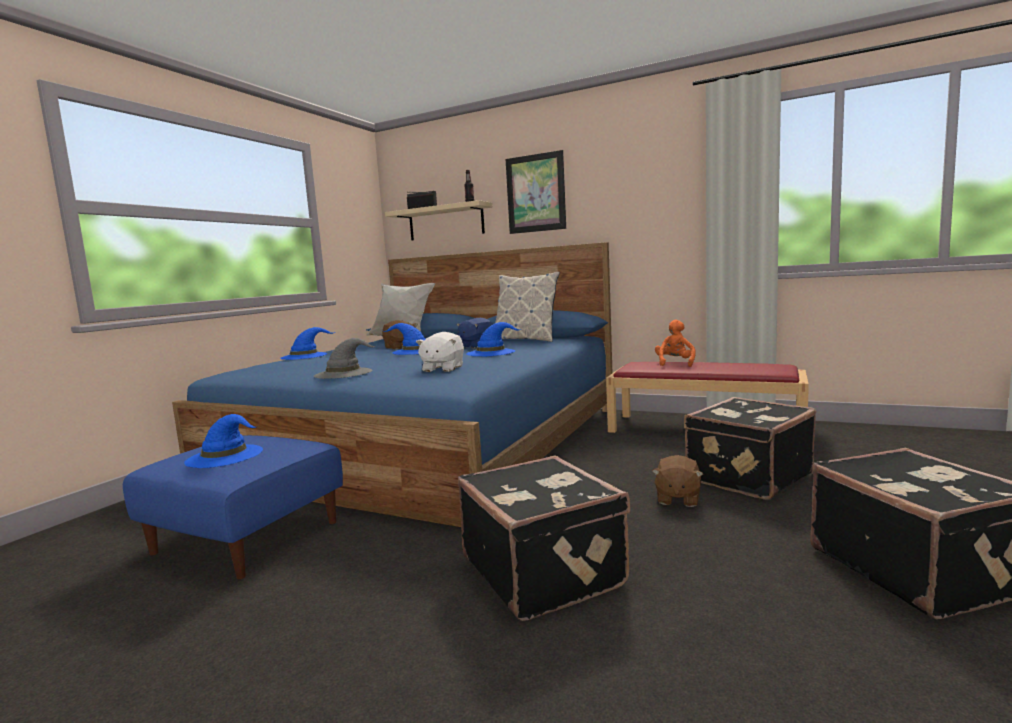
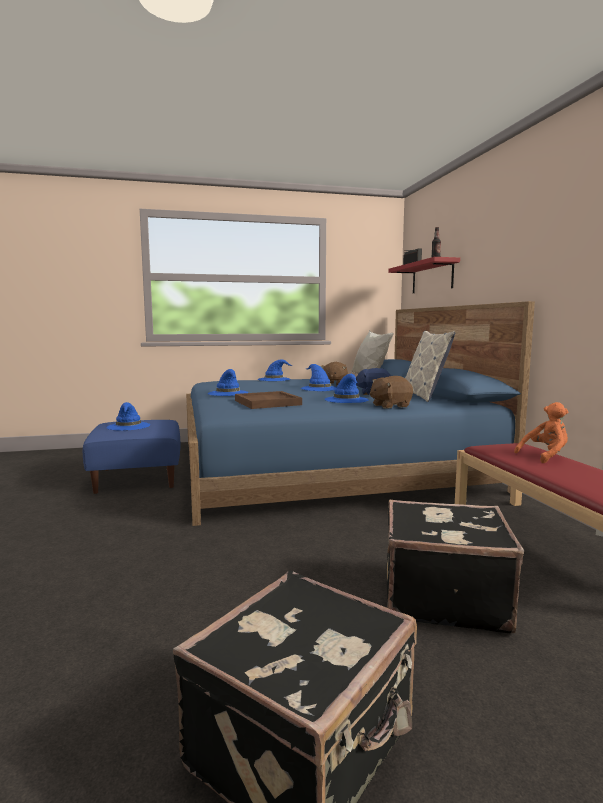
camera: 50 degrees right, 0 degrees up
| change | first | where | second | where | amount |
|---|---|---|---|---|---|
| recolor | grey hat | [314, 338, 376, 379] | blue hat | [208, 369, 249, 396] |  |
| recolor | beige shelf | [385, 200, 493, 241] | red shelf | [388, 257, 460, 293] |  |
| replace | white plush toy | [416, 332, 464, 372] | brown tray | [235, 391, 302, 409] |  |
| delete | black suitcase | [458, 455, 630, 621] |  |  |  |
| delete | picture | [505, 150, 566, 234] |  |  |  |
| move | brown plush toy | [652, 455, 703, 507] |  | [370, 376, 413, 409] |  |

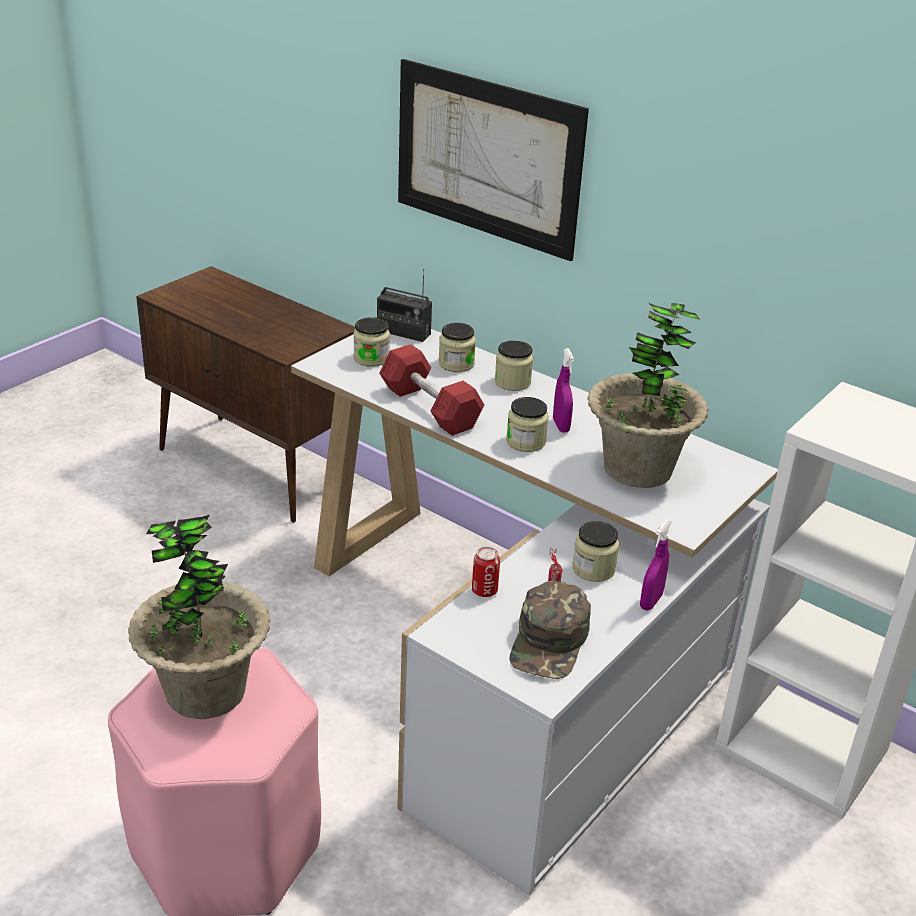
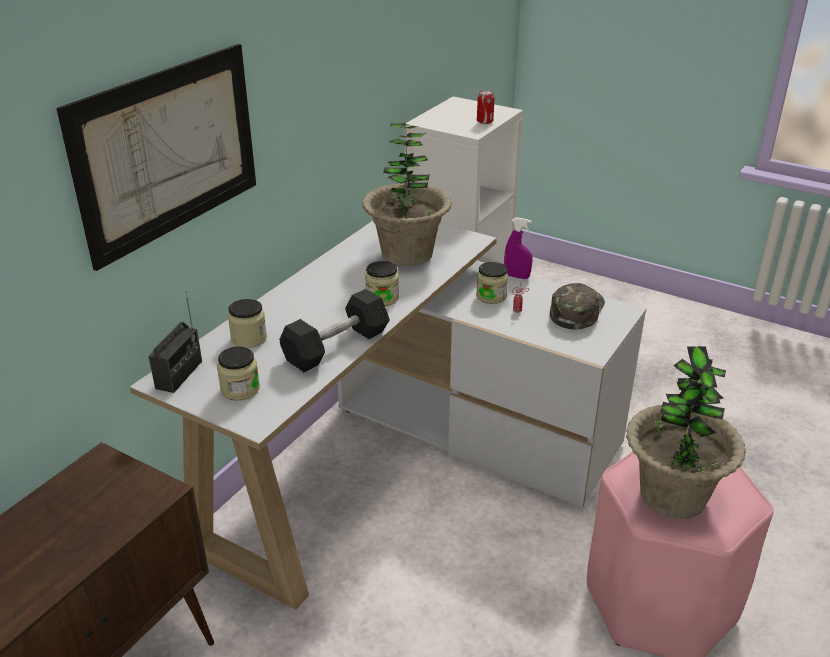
camera: 95 degrees left, 0 degrees up
| change | first | where | second | where | amount |
|---|---|---|---|---|---|
| recolor | red dumbbell | [379, 344, 484, 436] | black dumbbell | [280, 289, 390, 372] |  |
| move | can | [472, 547, 500, 597] |  | [477, 90, 494, 124] |  |
| delete | jar | [494, 340, 533, 391] |  |  |  |
| rotate | green cap | [509, 581, 591, 679] |  | [550, 283, 605, 329] | 75 degrees counterclockwise |
| delete | purple spray bottle | [553, 348, 574, 433] |  |  |  |

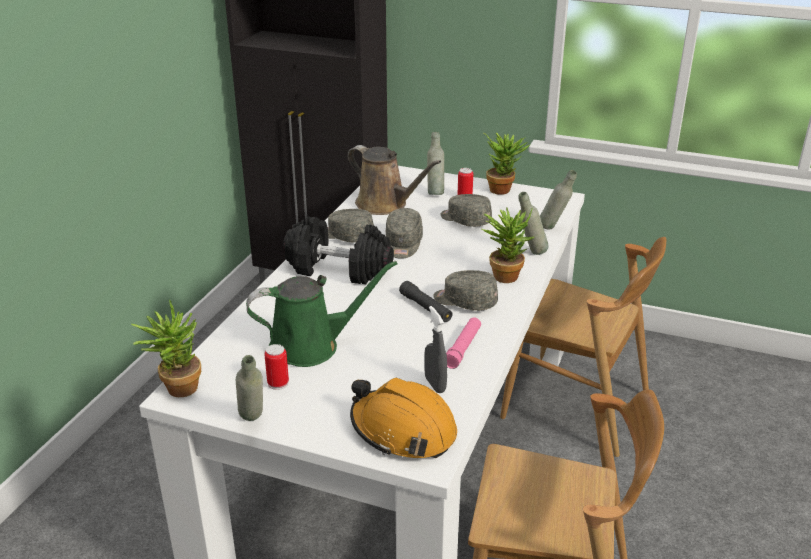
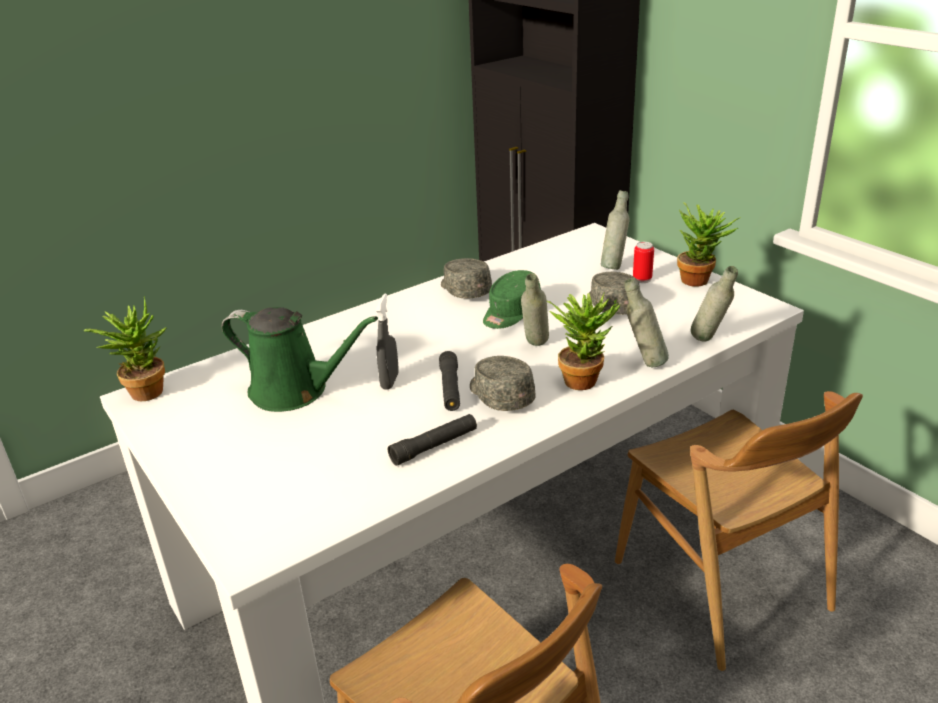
camera: 35 degrees right, 0 degrees up
| change | first | where | second | where | amount |
|---|---|---|---|---|---|
| move | grey bottle | [236, 355, 263, 421] |  | [521, 273, 549, 346] |  |
| delete | can | [264, 344, 289, 390] |  |  |  |
| delete | black dumbbell | [283, 216, 394, 284] |  |  |  |
| delete | brown watering can | [348, 145, 441, 215] |  |  |  |
| delete | orange hard hat | [350, 378, 457, 458] |  |  |  |
| recolor | grey cap | [386, 208, 423, 258] | green cap | [483, 270, 541, 329] |  |
| move | grey spray bottle | [424, 306, 447, 393] |  | [376, 293, 399, 390] |  |
| recolor | pink flashlight | [446, 317, 481, 369] | black flashlight | [388, 414, 477, 466] |  |

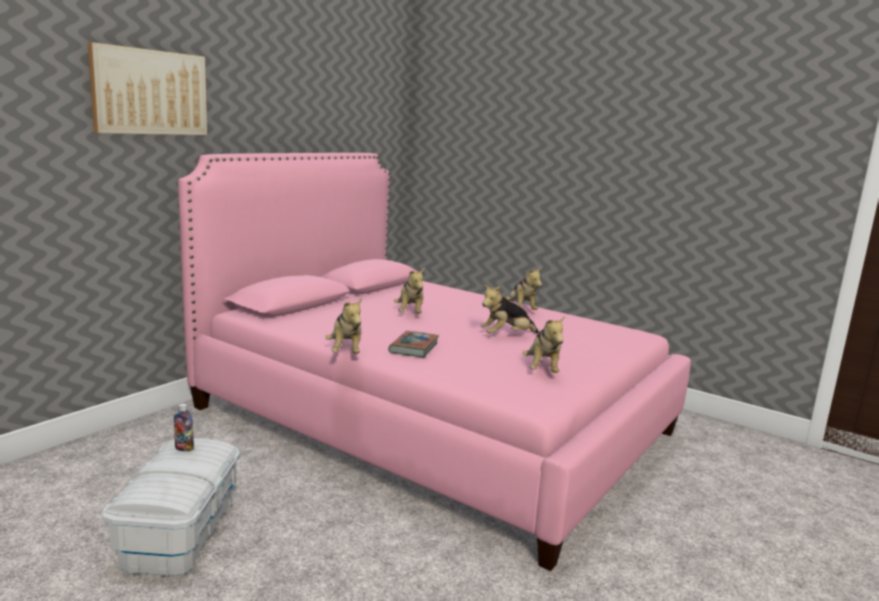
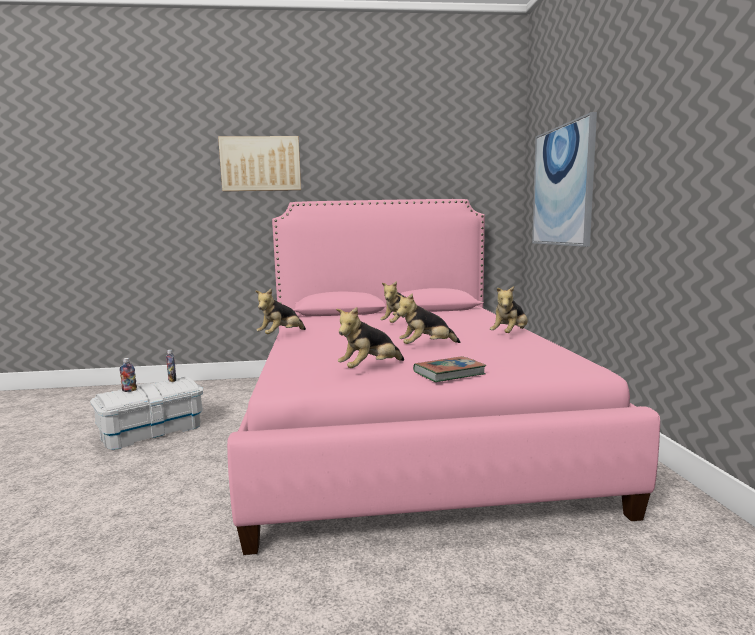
camera: 50 degrees right, 5 degrees down
| change | first | where | second | where | amount |
|---|---|---|---|---|---|
| move | book | [388, 331, 439, 357] |  | [413, 356, 486, 382] |  |
| rotate | plush toy | [480, 285, 539, 334] |  | [396, 293, 460, 344] | 45 degrees counterclockwise |
| insert |  |  | bottle | [120, 358, 137, 392] |  |
| insert |  |  | picture | [532, 112, 597, 247] |  |

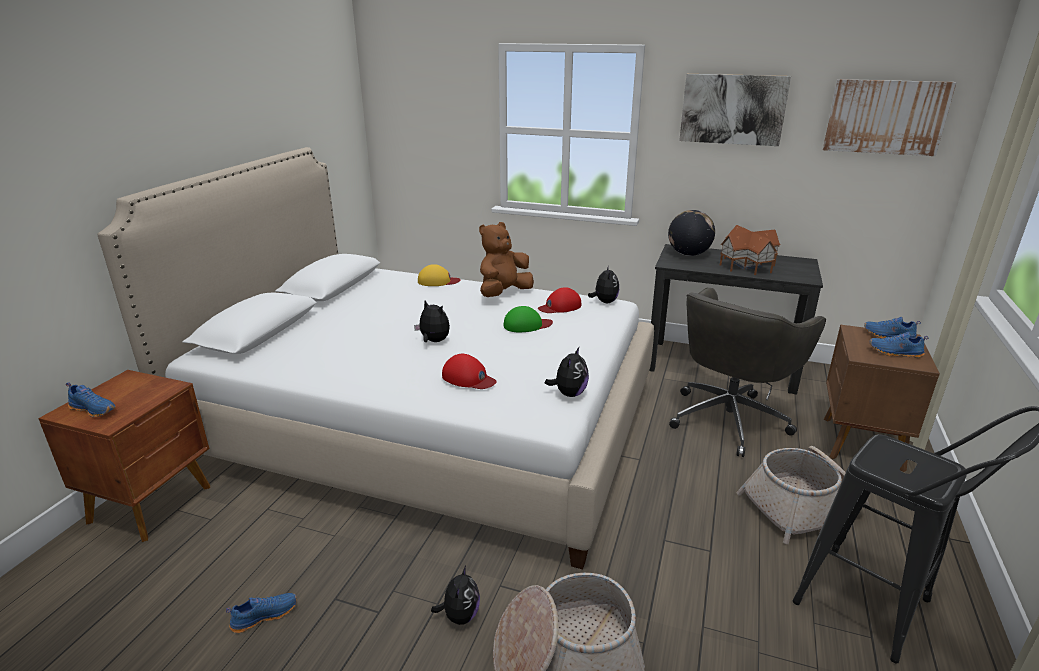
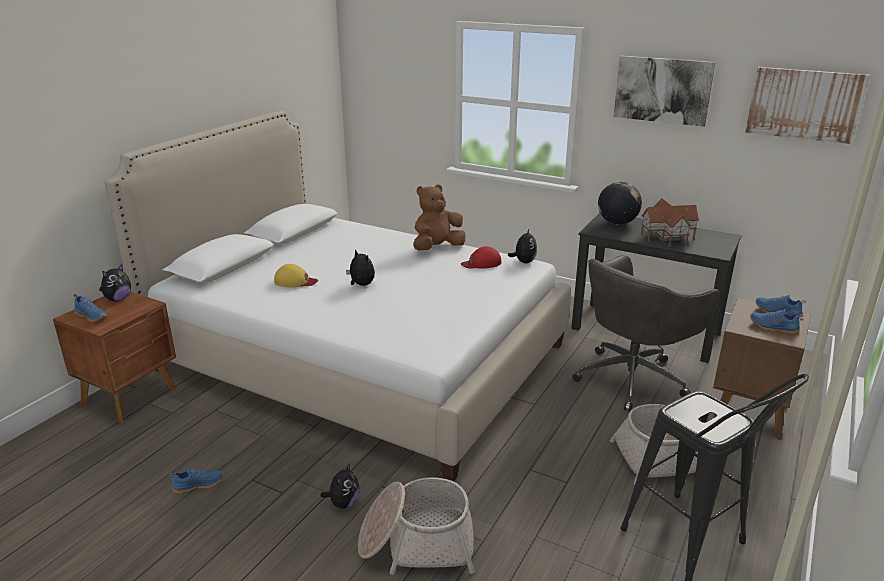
camera: 10 degrees right, 0 degrees up
| change | first | where | second | where | amount |
|---|---|---|---|---|---|
| move | yellow cap | [418, 264, 461, 286] |  | [274, 264, 318, 287] |  |
| delete | red cap | [442, 354, 497, 389] |  |  |  |
| delete | green cap | [503, 306, 553, 332] |  |  |  |
| move | plush toy | [545, 346, 589, 397] |  | [99, 264, 131, 301] |  |

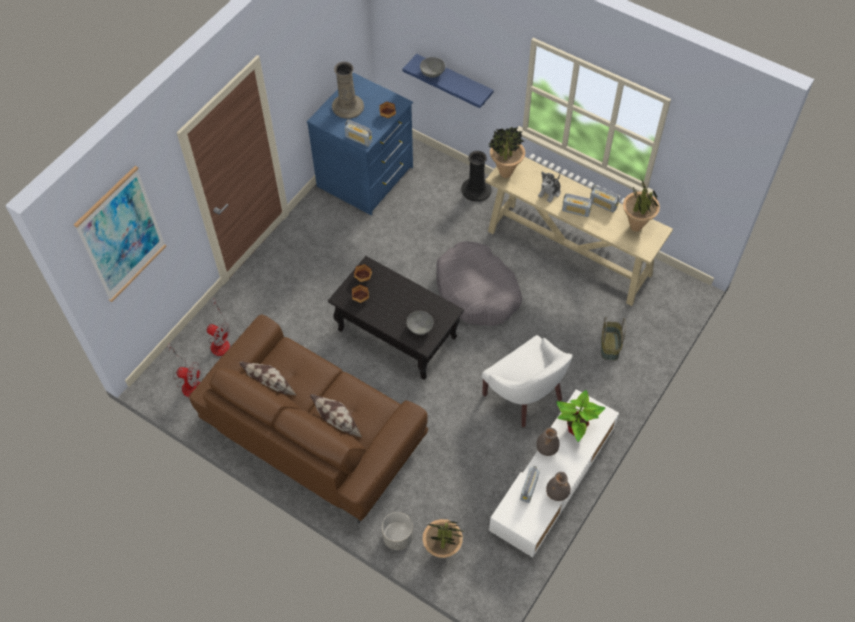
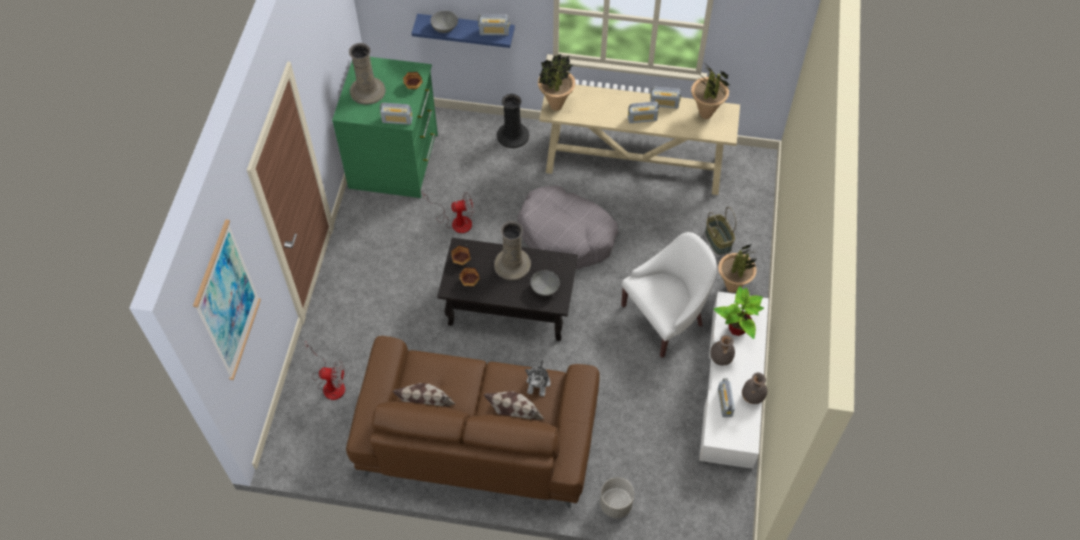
camera: 25 degrees left, 0 degrees up
| change | first | where | second | where | amount |
|---|---|---|---|---|---|
| move | fan | [167, 344, 200, 397] |  | [422, 191, 474, 233] |  |
| recolor | blue dresser | [307, 73, 413, 216] | green dresser | [332, 57, 438, 198] |  |
| move | potted plant | [422, 519, 466, 558] |  | [718, 244, 757, 293] |  |
| rotate | white armchair | [482, 335, 572, 427] |  | [621, 232, 717, 358] | 60 degrees counterclockwise |
| move | plush toy | [538, 172, 561, 203] |  | [525, 360, 551, 397] |  |
| insert |  |  | radio | [479, 14, 510, 36] |  |
| insert |  |  | beige vase | [494, 221, 531, 280] |  |

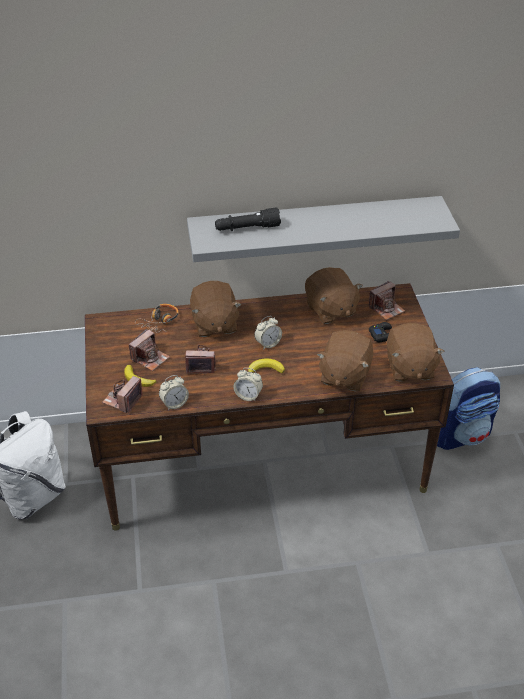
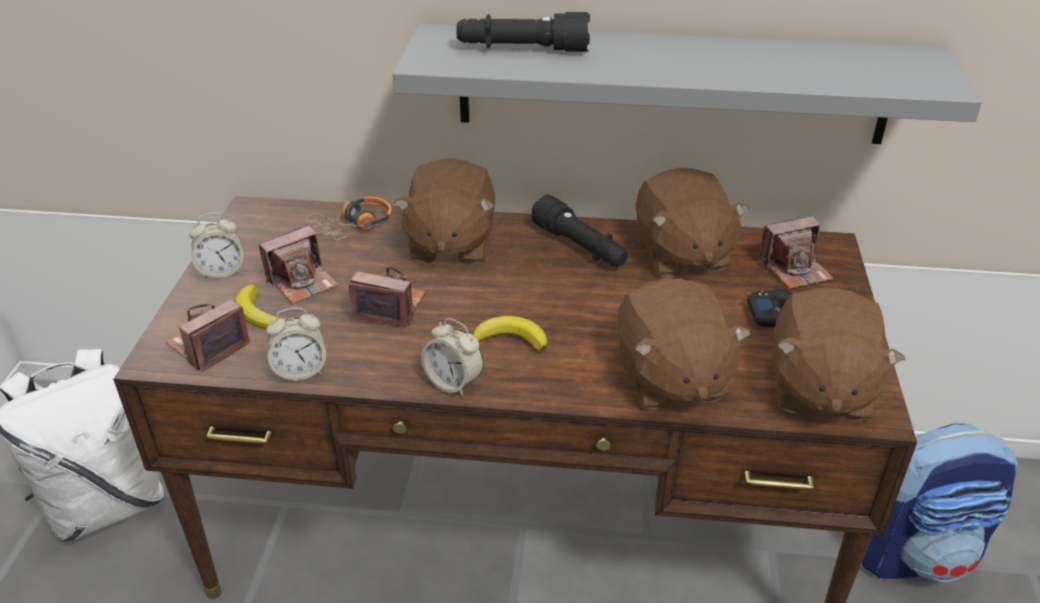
camera: 15 degrees right, 5 degrees down
| change | first | where | second | where | amount |
|---|---|---|---|---|---|
| move | alarm clock | [255, 316, 282, 350] |  | [189, 213, 244, 280] |  |
| rotate | brown plush toy | [317, 330, 374, 391] |  | [616, 278, 751, 410] | 45 degrees counterclockwise |
| insert |  |  | black flashlight | [532, 194, 628, 266] |  |

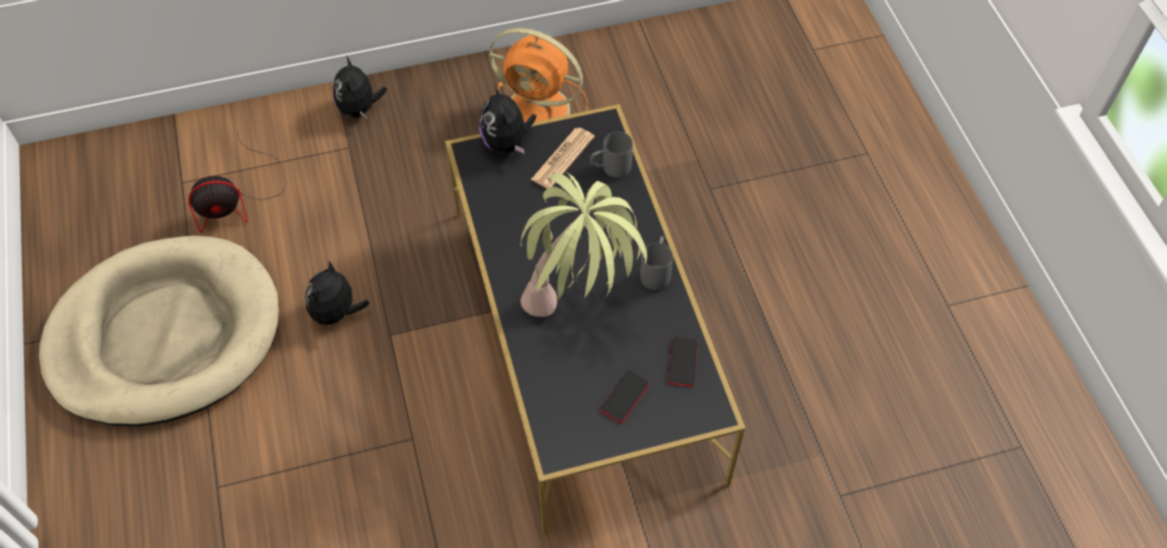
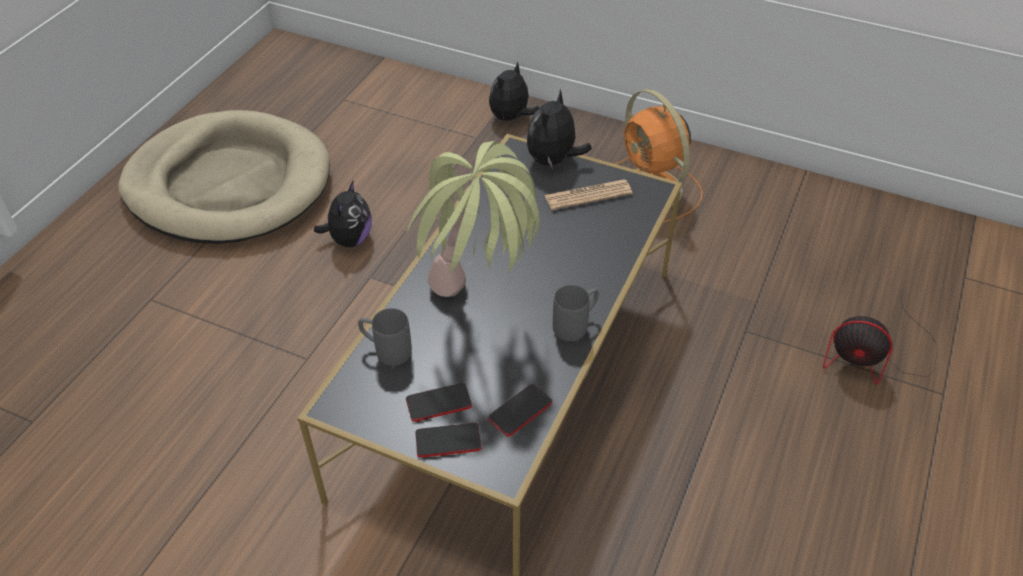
camera: 40 degrees right, 10 degrees down
| change | first | where | second | where | amount |
|---|---|---|---|---|---|
| move | fan | [188, 132, 286, 233] |  | [823, 290, 938, 385] |  |
| rotate | plush toy | [305, 261, 369, 332] |  | [314, 180, 372, 247] | 135 degrees clockwise |
| move | grey mug | [590, 132, 633, 178] |  | [358, 308, 412, 366] |  |
| insert |  |  | phone | [415, 423, 482, 457] |  |

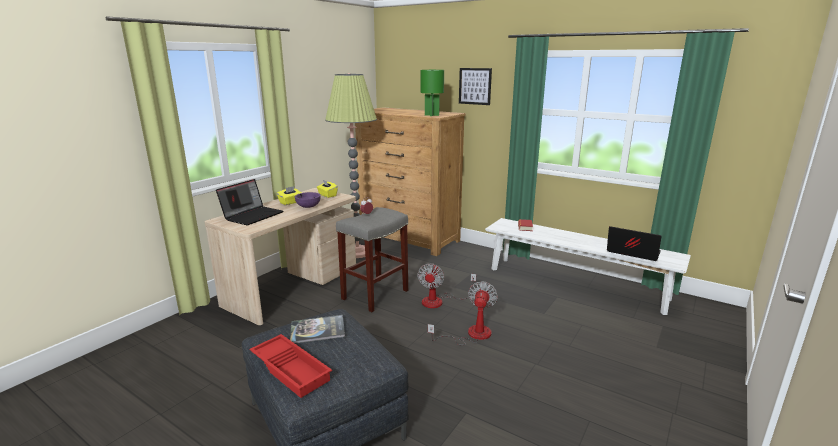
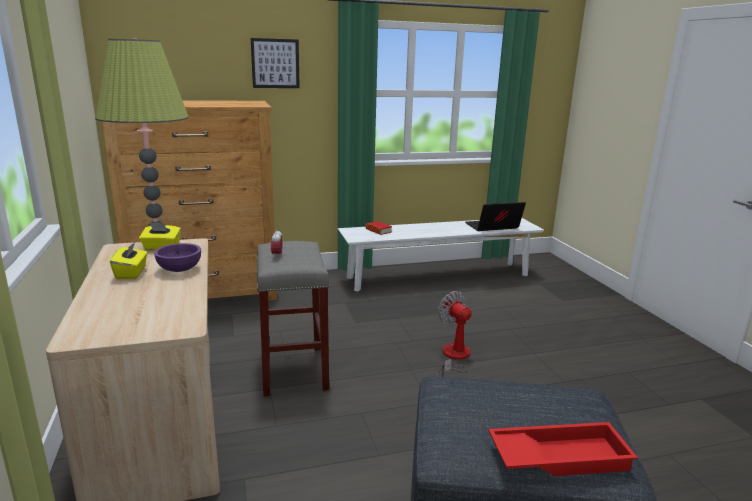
camera: 50 degrees left, 0 degrees up
| change | first | where | second | where | amount |
|---|---|---|---|---|---|
| delete | laptop | [216, 179, 283, 225] |  |  |  |
| delete | book | [290, 315, 345, 344] |  |  |  |
| delete | fan | [417, 263, 476, 308] |  |  |  |
| delete | green table lamp | [420, 70, 444, 116] |  |  |  |

